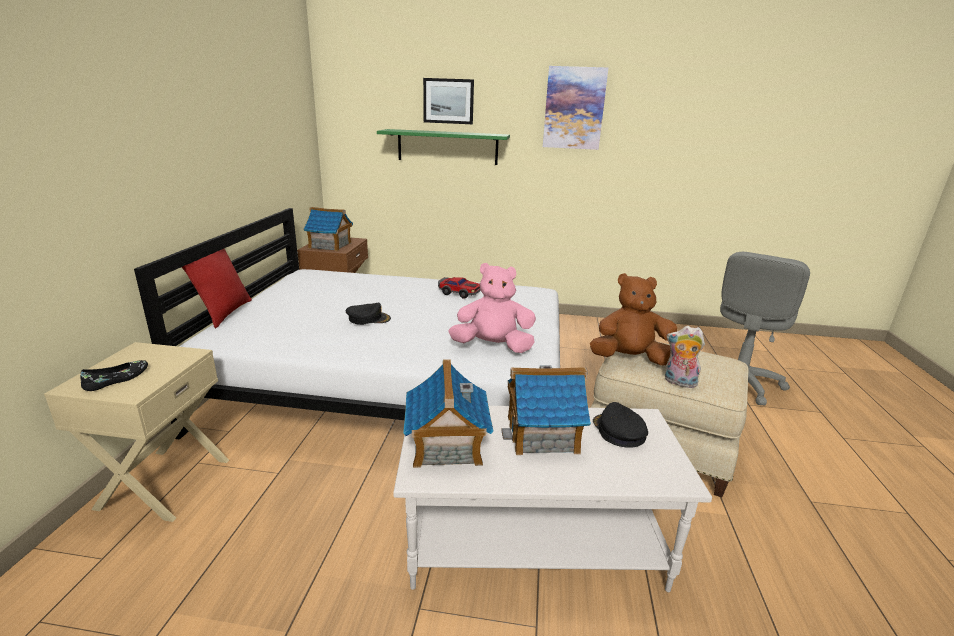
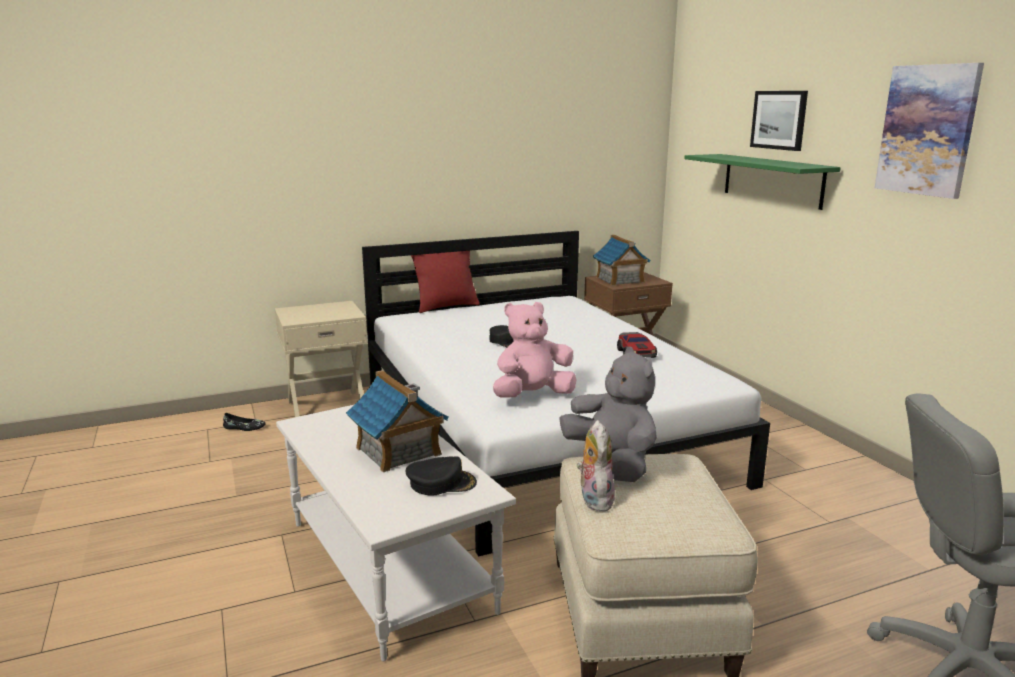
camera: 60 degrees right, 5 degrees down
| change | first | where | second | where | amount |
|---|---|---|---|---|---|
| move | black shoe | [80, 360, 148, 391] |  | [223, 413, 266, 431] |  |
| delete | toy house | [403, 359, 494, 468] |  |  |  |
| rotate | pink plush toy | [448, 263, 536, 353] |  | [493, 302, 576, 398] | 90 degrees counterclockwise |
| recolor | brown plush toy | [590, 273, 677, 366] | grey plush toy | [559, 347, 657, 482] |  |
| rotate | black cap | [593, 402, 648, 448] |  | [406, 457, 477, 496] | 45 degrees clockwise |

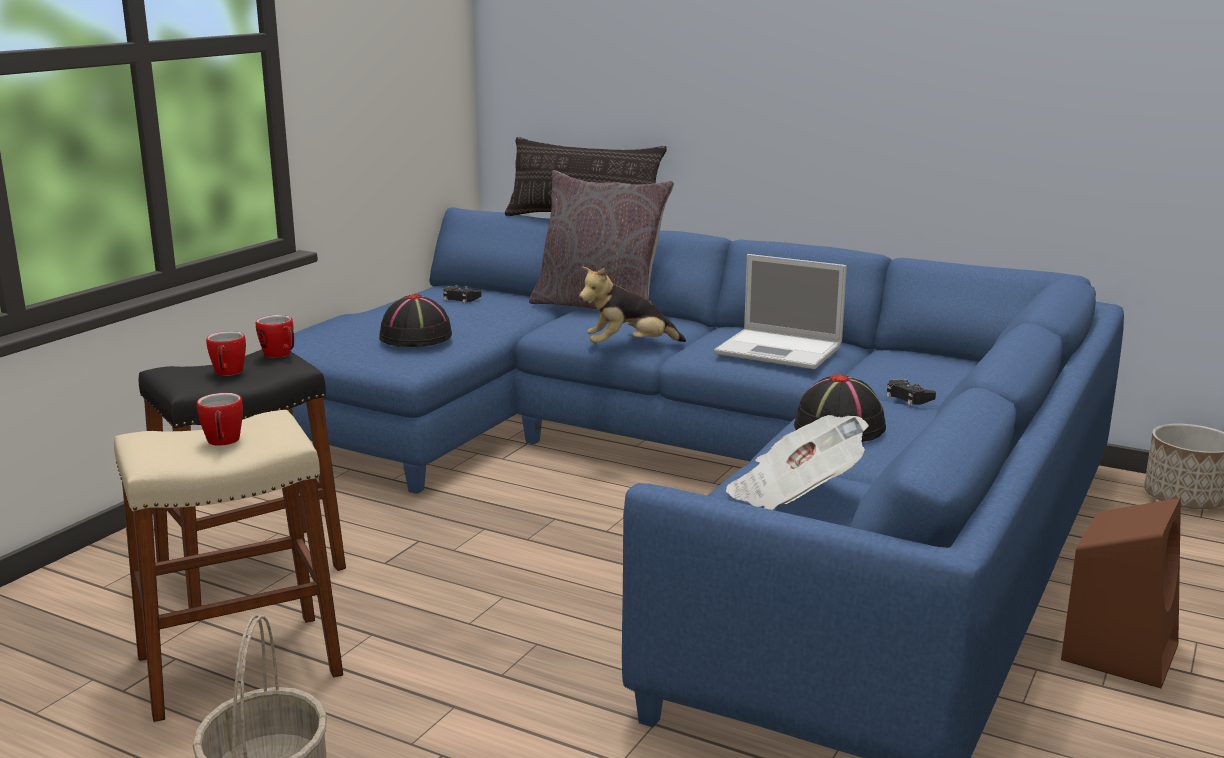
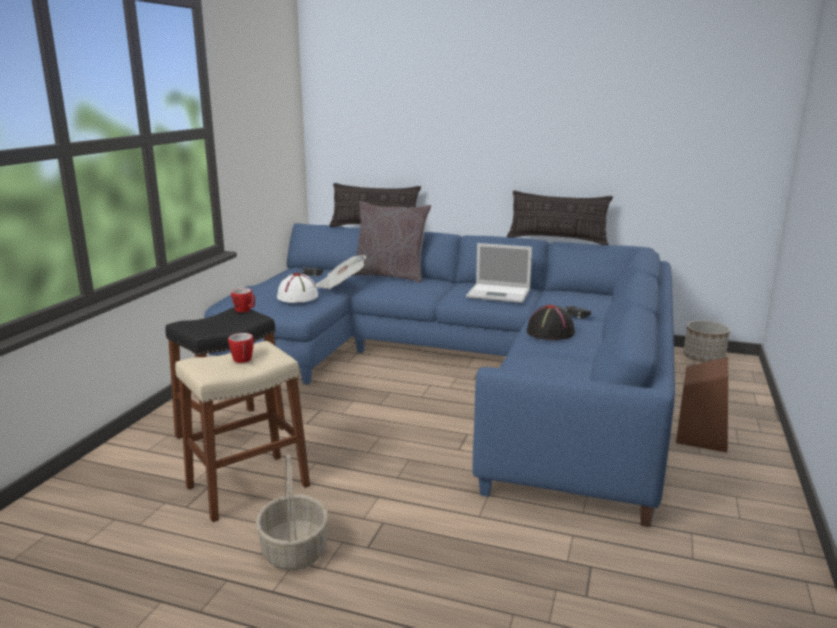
camera: 10 degrees left, 0 degrees up
| change | first | where | second | where | amount |
|---|---|---|---|---|---|
| delete | mug | [206, 331, 246, 376] |  |  |  |
| recolor | black hat | [379, 294, 452, 347] | white hat | [277, 273, 318, 303] |  |
| delete | plush toy | [579, 266, 686, 343] |  |  |  |
| move | newspaper | [726, 415, 869, 510] |  | [316, 255, 367, 289] |  |
| insert |  |  | pillow | [507, 190, 613, 245] |  |

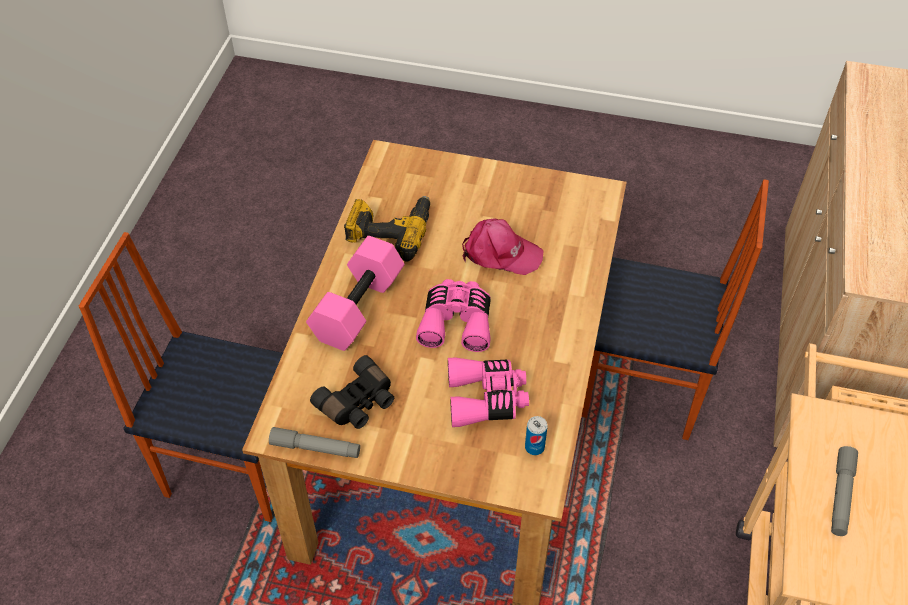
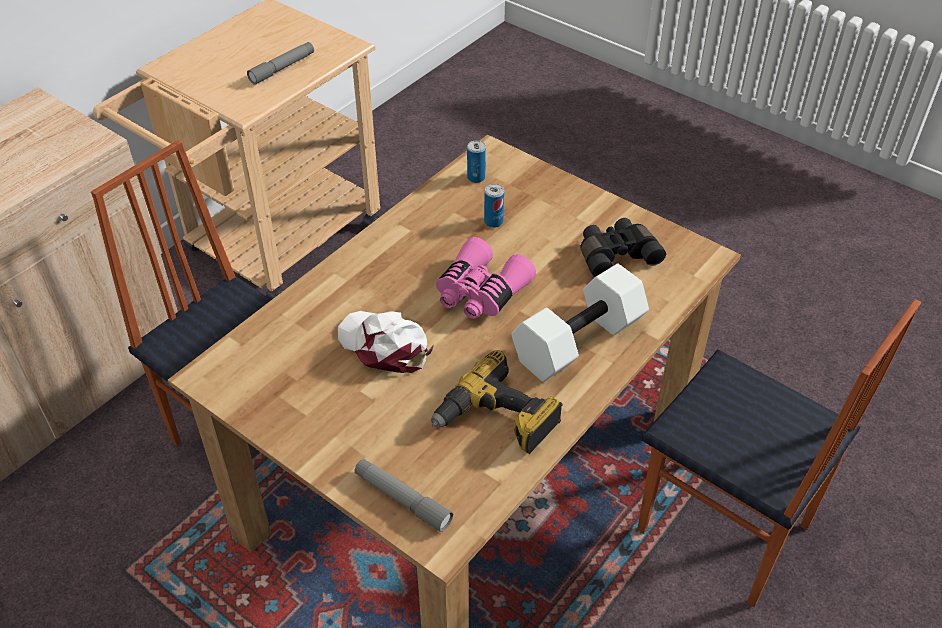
camera: 155 degrees left, 5 degrees down
| change | first | where | second | where | amount |
|---|---|---|---|---|---|
| move | grey flashlight | [269, 427, 360, 458] |  | [355, 459, 453, 532] |  |
| recolor | pink dumbbell | [306, 236, 405, 351] | white dumbbell | [512, 264, 649, 382] |  |
| replace | pink binoculars | [448, 358, 529, 427] | can | [484, 184, 504, 228] |  |
| recolor | pink cap | [462, 218, 544, 275] | white cap | [338, 311, 434, 373] |  |

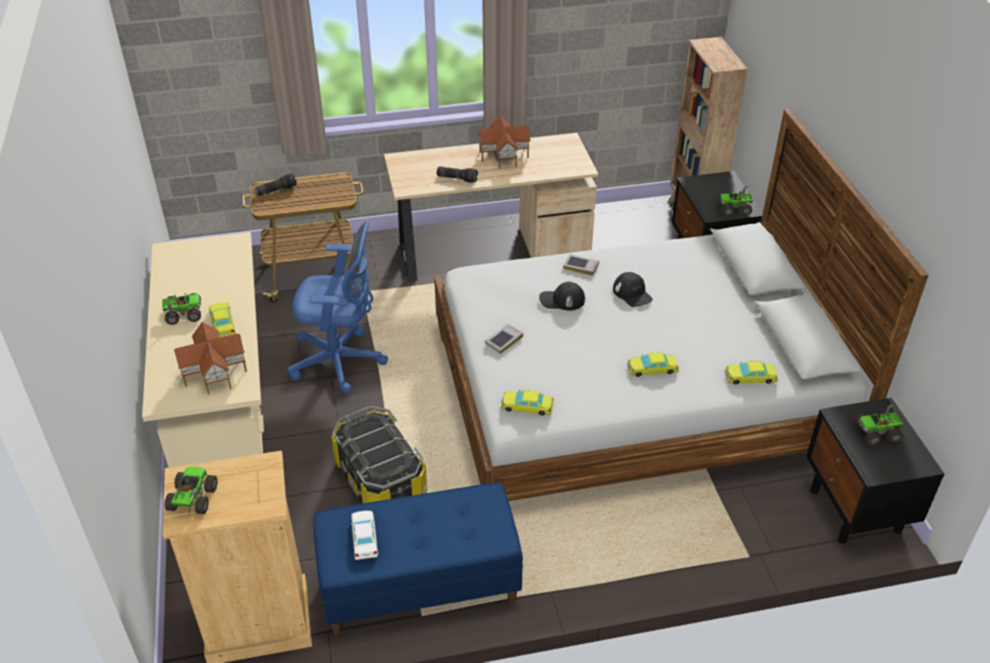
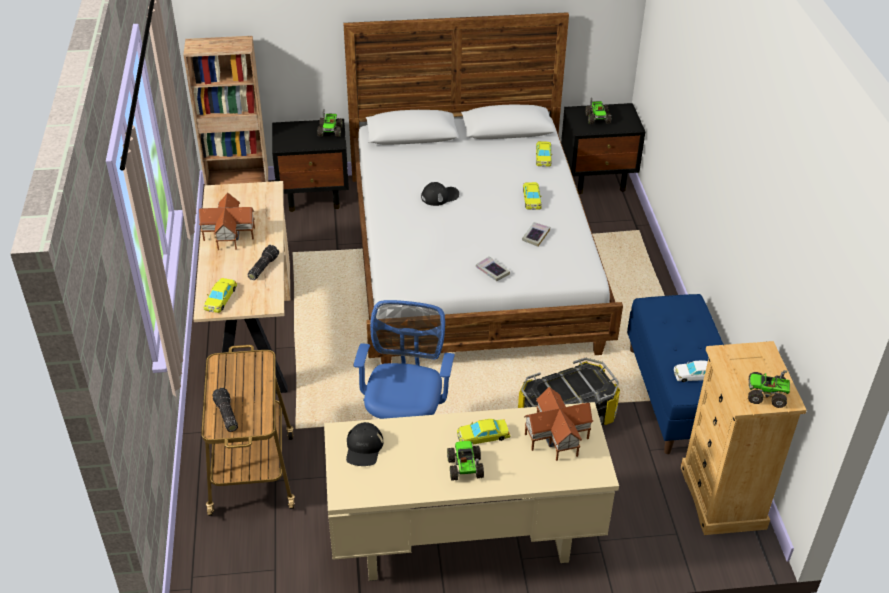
camera: 85 degrees left, 0 degrees up
| change | first | where | second | where | amount |
|---|---|---|---|---|---|
| move | yellow toy car | [501, 390, 554, 416] |  | [204, 278, 237, 313] |  |
| move | black cap | [539, 282, 585, 311] |  | [346, 422, 383, 466] |  |
| move | book | [563, 254, 599, 276] |  | [522, 222, 550, 247] |  |

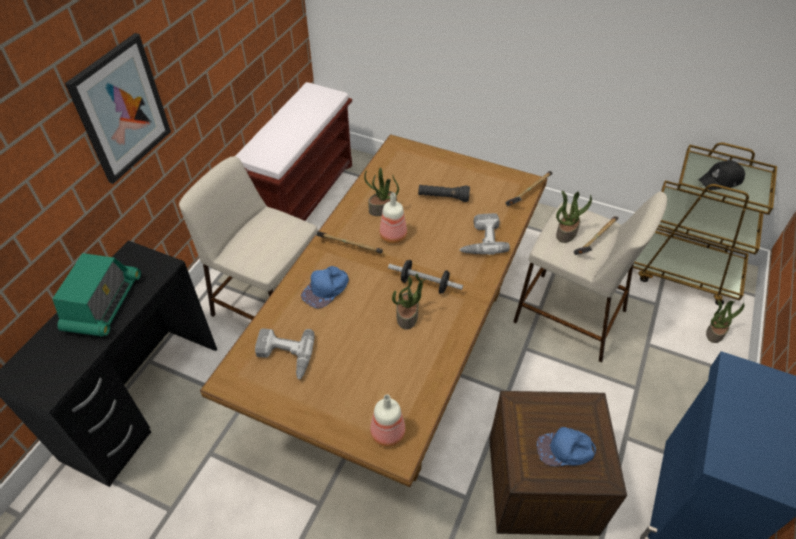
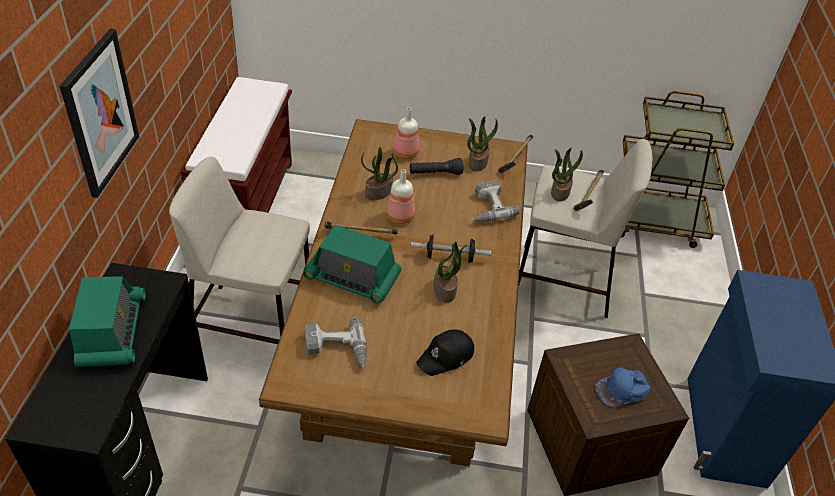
camera: 20 degrees left, 5 degrees down
| change | first | where | second | where | amount |
|---|---|---|---|---|---|
| replace | blue cap | [301, 266, 349, 308] | radio | [303, 225, 402, 304] |  |
| move | bottle | [370, 394, 406, 447] |  | [393, 108, 419, 159] |  |
| move | black cap | [698, 160, 745, 190] |  | [417, 329, 474, 376] |  |
| move | potted plant | [706, 300, 744, 343] |  | [467, 117, 498, 171] |  |

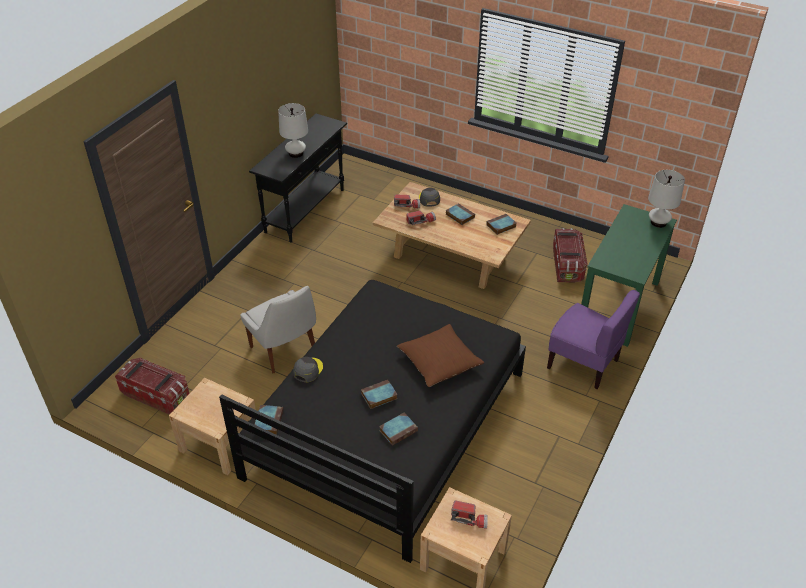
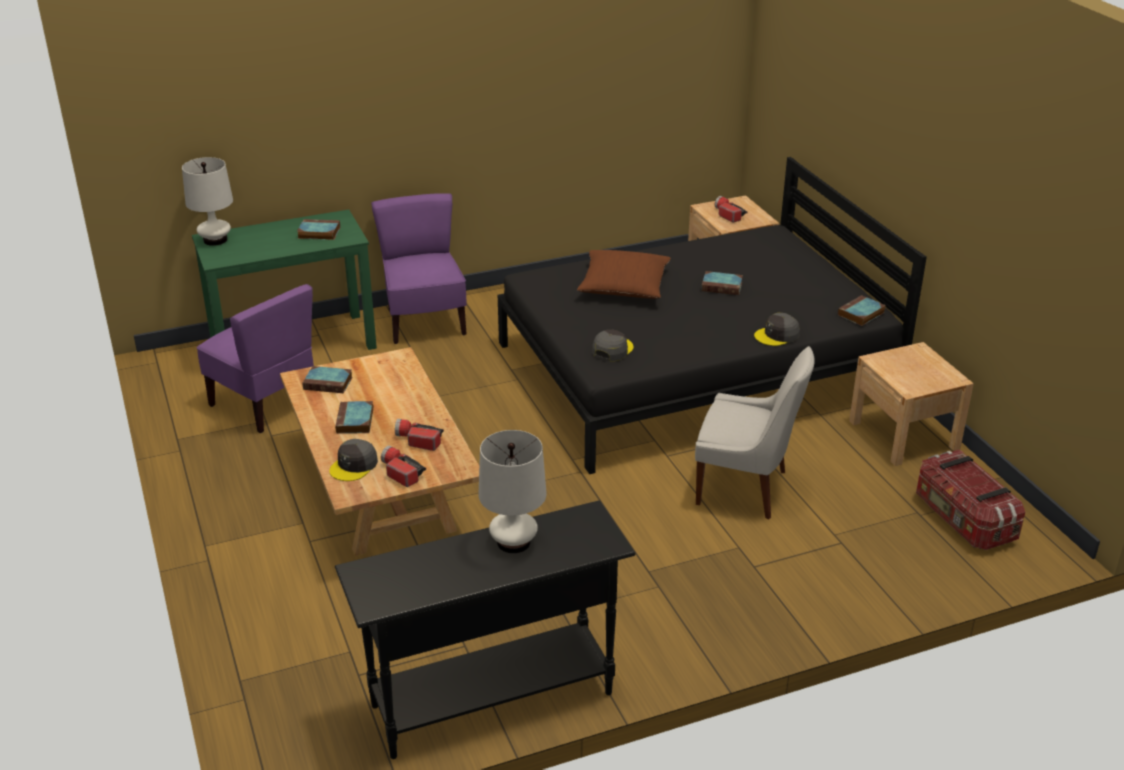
camera: 140 degrees left, 10 degrees down
| change | first | where | second | where | amount |
|---|---|---|---|---|---|
| rotate | white chair | [240, 286, 316, 374] |  | [695, 346, 815, 519] | 105 degrees clockwise |
| move | book | [379, 413, 418, 446] |  | [297, 219, 340, 240] |  |
| replace | storage box | [553, 228, 588, 283] | purple chair | [196, 284, 314, 433] |  |
| insert |  |  | grey cap | [592, 329, 633, 362] |  |

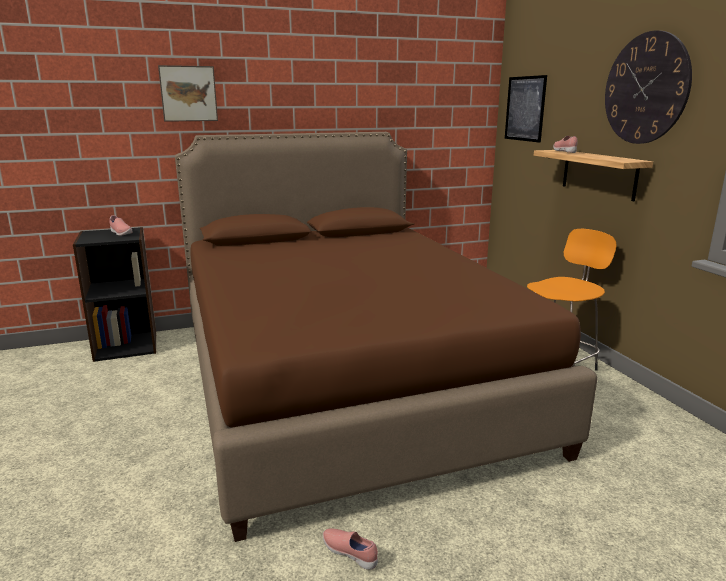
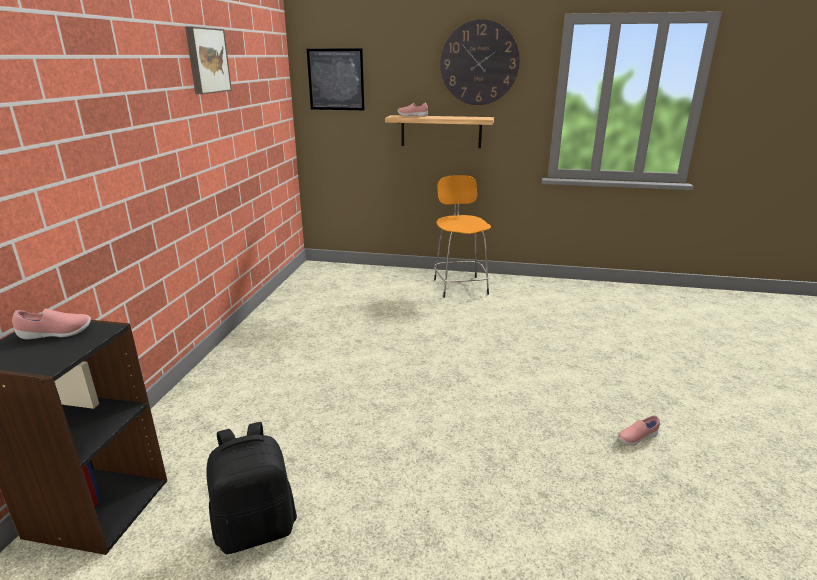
camera: 60 degrees left, 5 degrees up
| change | first | where | second | where | amount |
|---|---|---|---|---|---|
| move | picture | [158, 65, 218, 122] |  | [185, 27, 232, 94] |  |
| delete | brown bed | [175, 132, 597, 542] |  |  |  |
| insert |  |  | black backpack | [206, 422, 297, 554] |  |

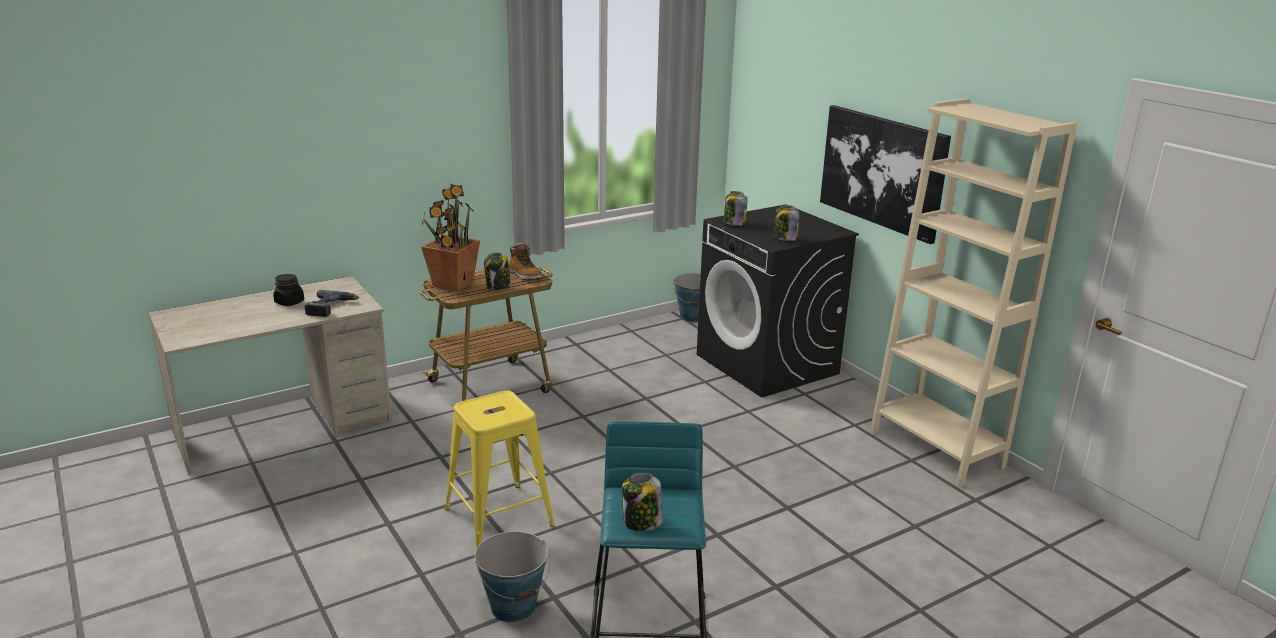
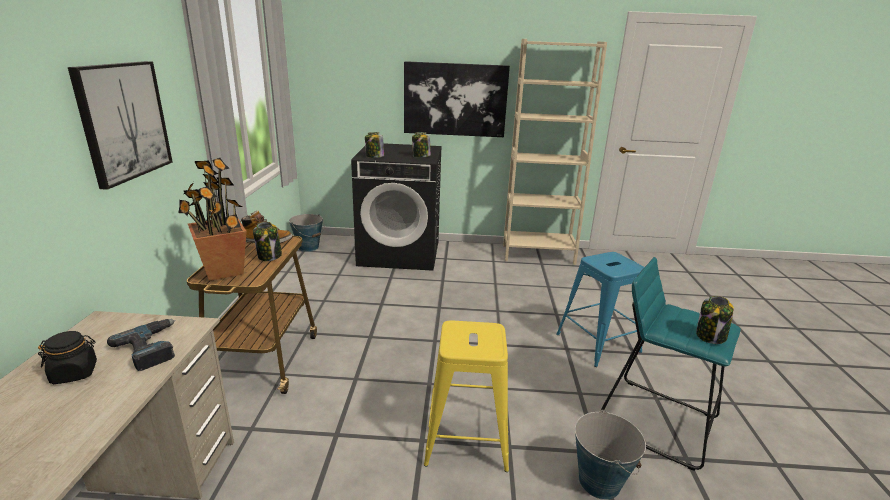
camera: 55 degrees left, 0 degrees up
| change | first | where | second | where | amount |
|---|---|---|---|---|---|
| insert |  |  | picture | [68, 61, 172, 190] |  |
| insert |  |  | blue stool | [556, 252, 644, 367] |  |

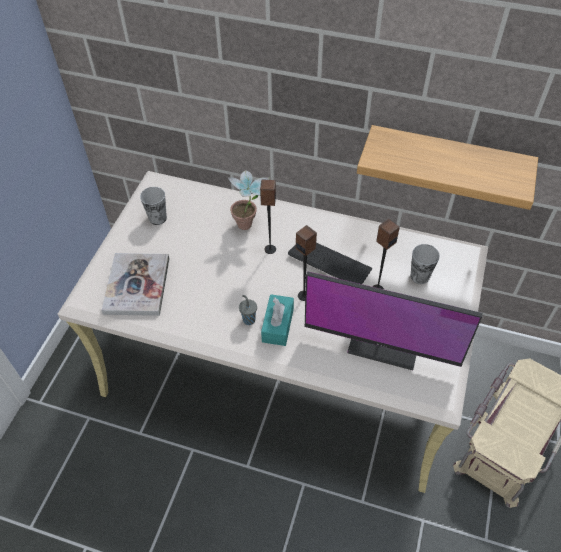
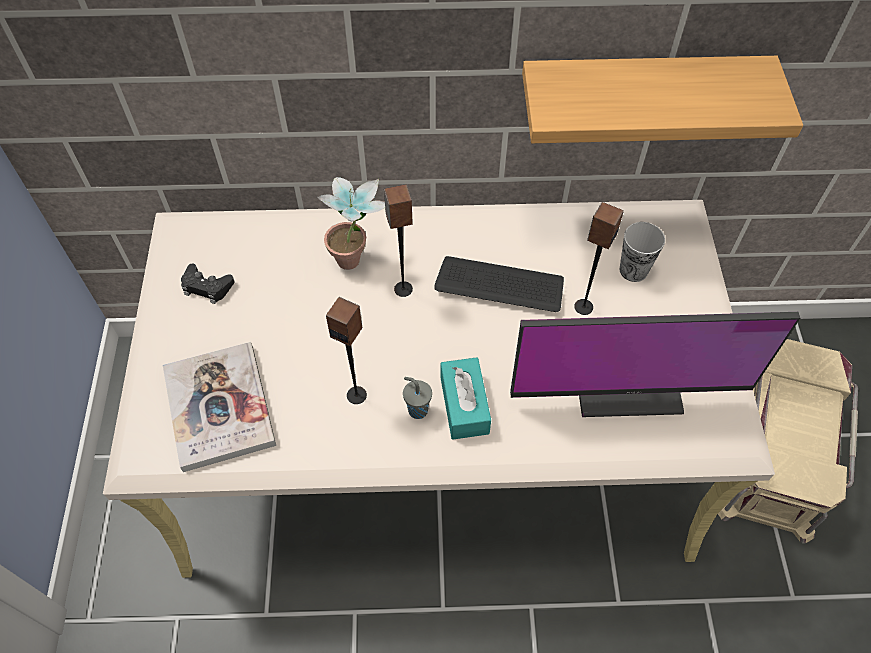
camera: 20 degrees left, 5 degrees up
| change | first | where | second | where | amount |
|---|---|---|---|---|---|
| replace | cup | [140, 187, 167, 225] | black game controller | [181, 264, 234, 304] |  |
| move | speaker | [296, 225, 317, 301] |  | [326, 297, 367, 404] |  |

